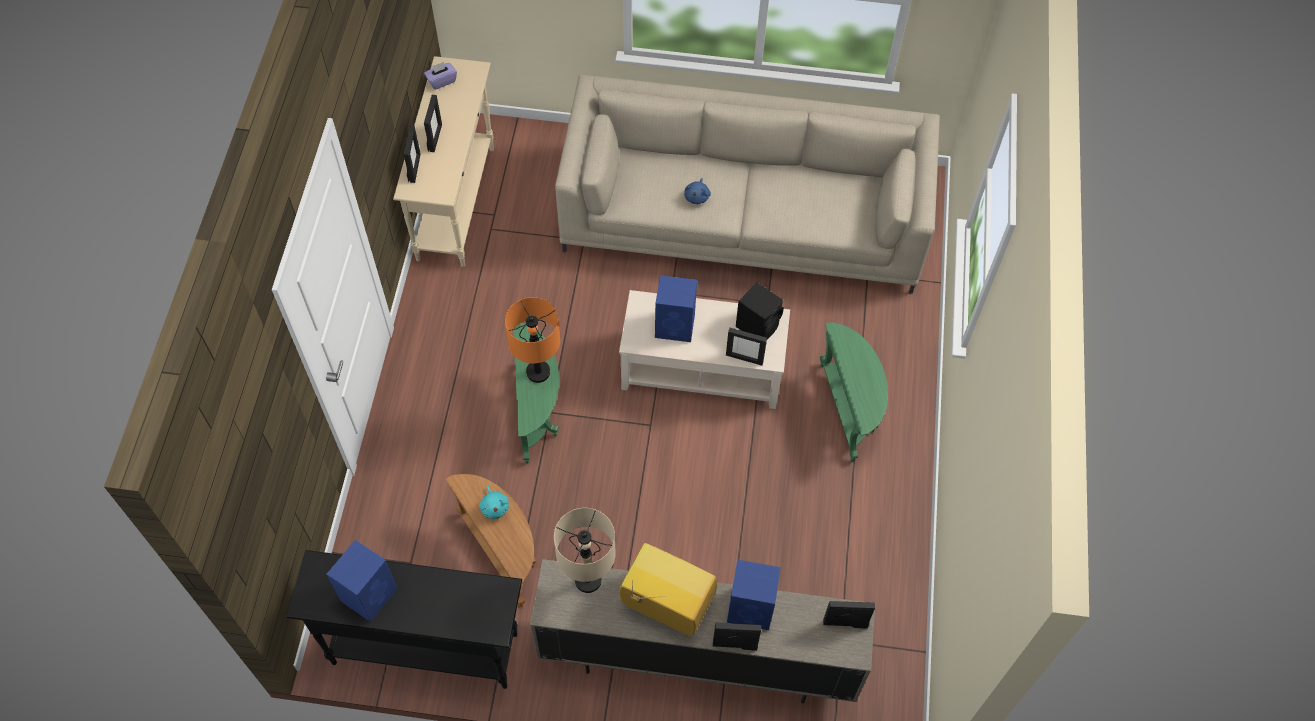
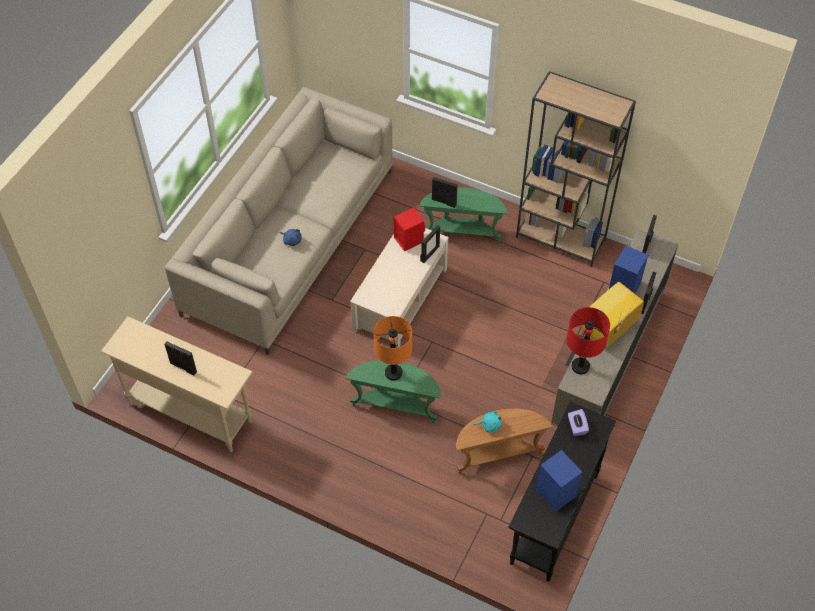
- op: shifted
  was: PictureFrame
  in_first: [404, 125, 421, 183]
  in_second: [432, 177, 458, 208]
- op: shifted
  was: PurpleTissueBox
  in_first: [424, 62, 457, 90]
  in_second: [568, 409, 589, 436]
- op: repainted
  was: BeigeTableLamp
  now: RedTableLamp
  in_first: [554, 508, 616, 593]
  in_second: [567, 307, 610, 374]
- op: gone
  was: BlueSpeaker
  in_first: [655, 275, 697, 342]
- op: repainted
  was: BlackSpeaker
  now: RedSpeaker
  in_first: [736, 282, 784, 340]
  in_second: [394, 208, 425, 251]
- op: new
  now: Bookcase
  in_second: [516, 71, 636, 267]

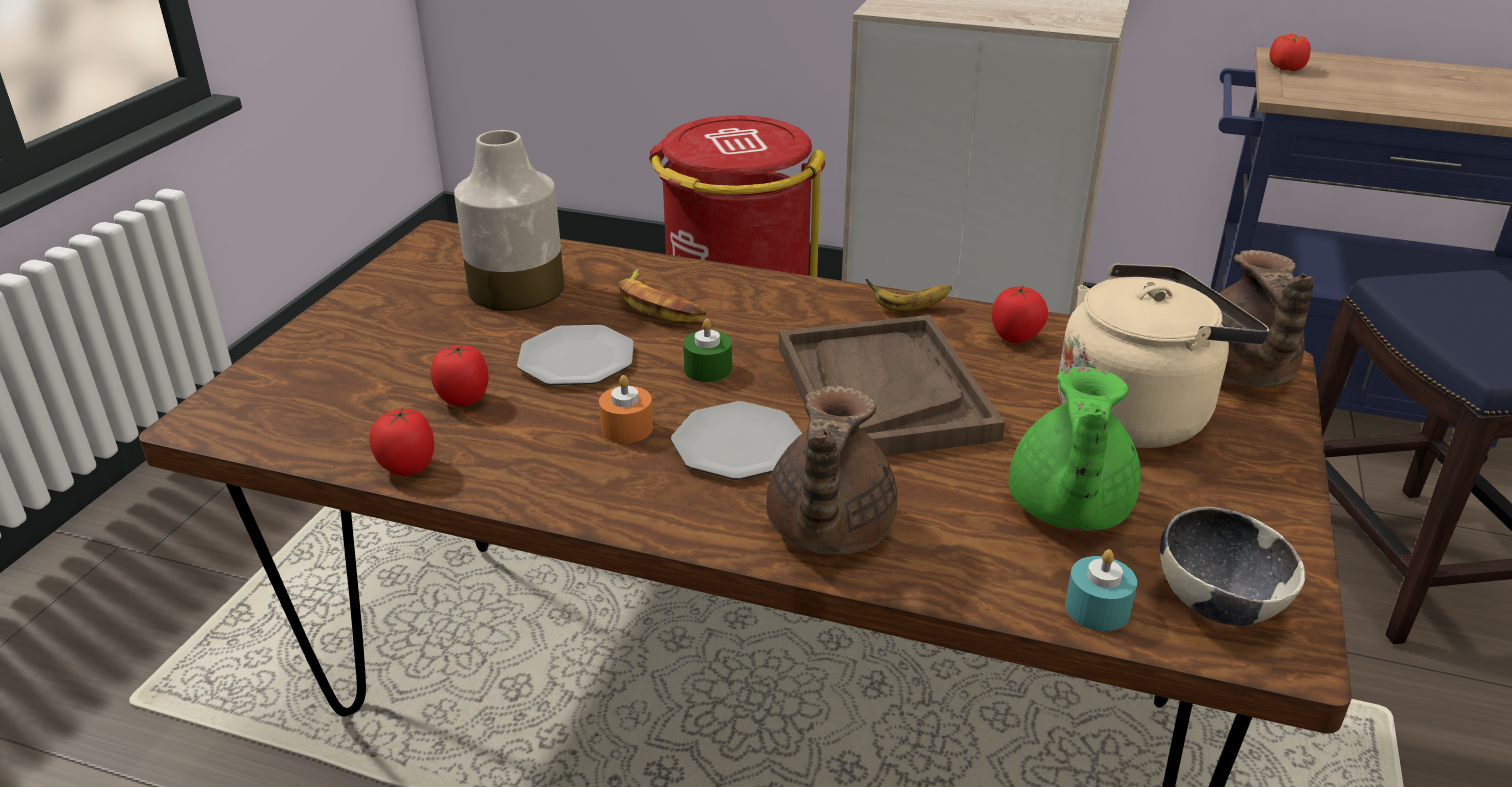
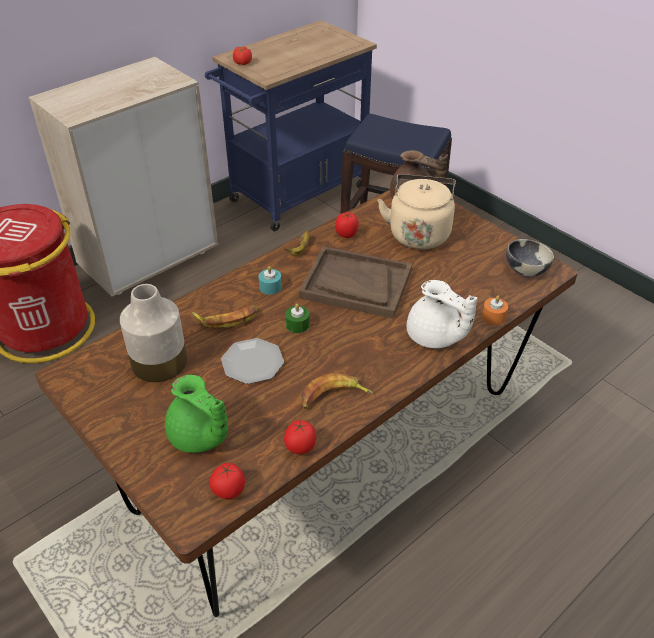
- op: shifted
  was: Tomato
  in_first: [430, 343, 489, 406]
  in_second: [209, 463, 245, 499]
- op: shifted
  was: OrangeCandle
  in_first: [599, 375, 653, 443]
  in_second: [482, 295, 508, 325]
- op: gone
  was: Plate
  in_first: [671, 401, 802, 480]
- op: repainted
  was: BrownTeapot
  now: WhiteTeapot
  in_first: [766, 386, 897, 555]
  in_second: [407, 280, 478, 348]
- op: shifted
  was: GreenTeapot
  in_first: [1009, 367, 1141, 531]
  in_second: [165, 375, 228, 453]
- op: shifted
  was: TurquoiseCandle
  in_first: [1065, 549, 1137, 631]
  in_second: [259, 266, 282, 295]
- op: new
  now: Banana
  in_second: [301, 373, 373, 409]

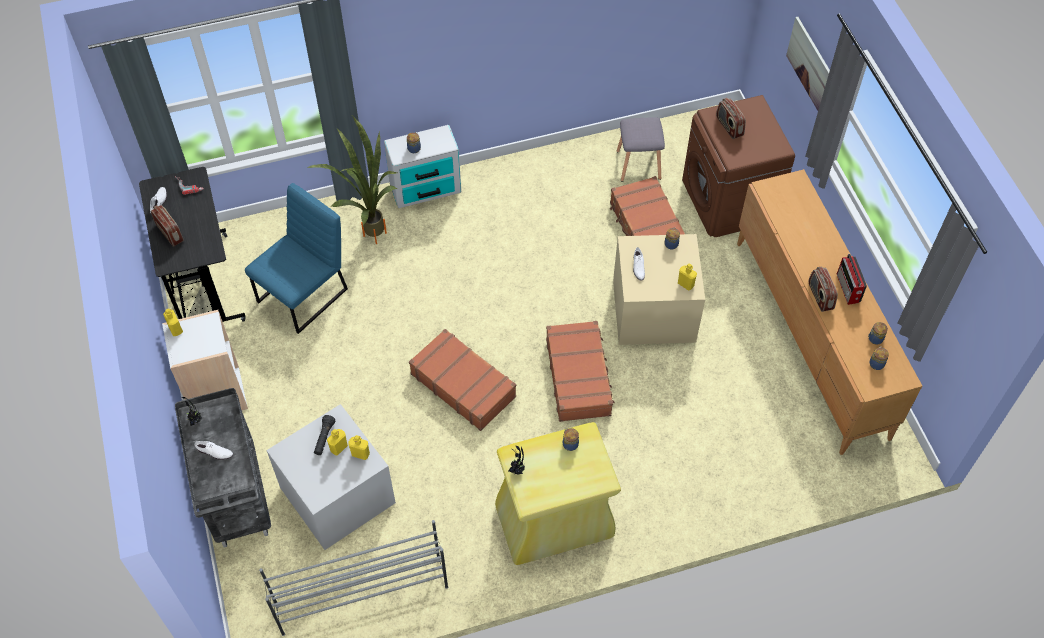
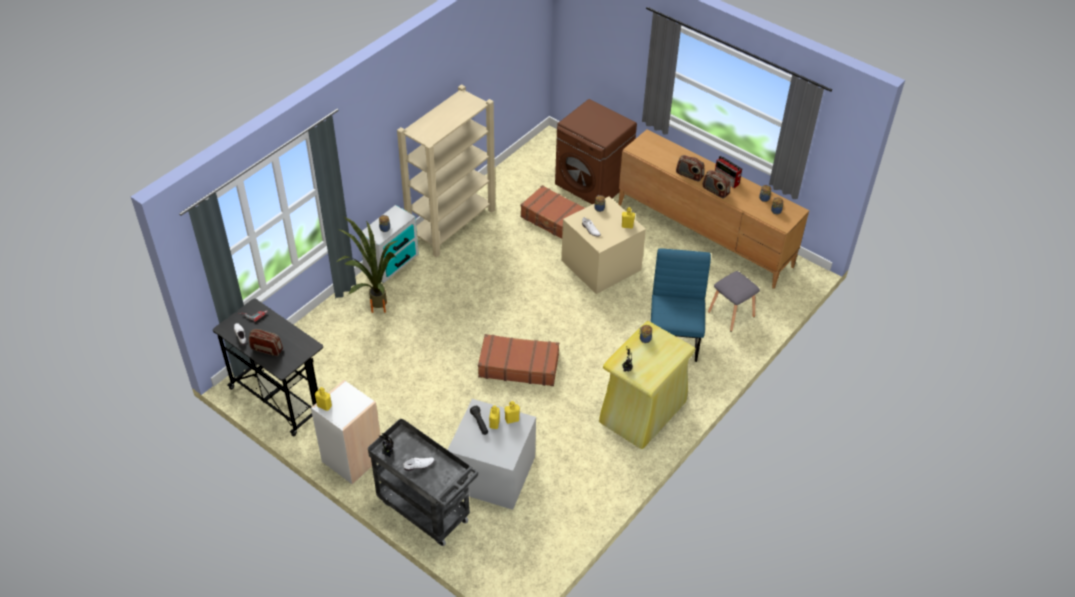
- op: shifted
  was: BlueChair
  in_first: [245, 183, 348, 334]
  in_second: [651, 248, 711, 362]
- op: gone
  was: GreyShoeRack
  in_first: [259, 520, 448, 636]
- op: gone
  was: BrownSuitcase
  in_first: [546, 321, 615, 422]
- op: shifted
  was: GreyStool
  in_first: [617, 118, 665, 182]
  in_second: [708, 271, 760, 332]
- op: shifted
  was: Radio
  in_first: [716, 98, 746, 139]
  in_second: [676, 155, 705, 182]
- op: gone
  was: Picture
  in_first: [786, 17, 830, 111]
- op: new
  now: BeigeBookcase
  in_second: [397, 84, 495, 257]

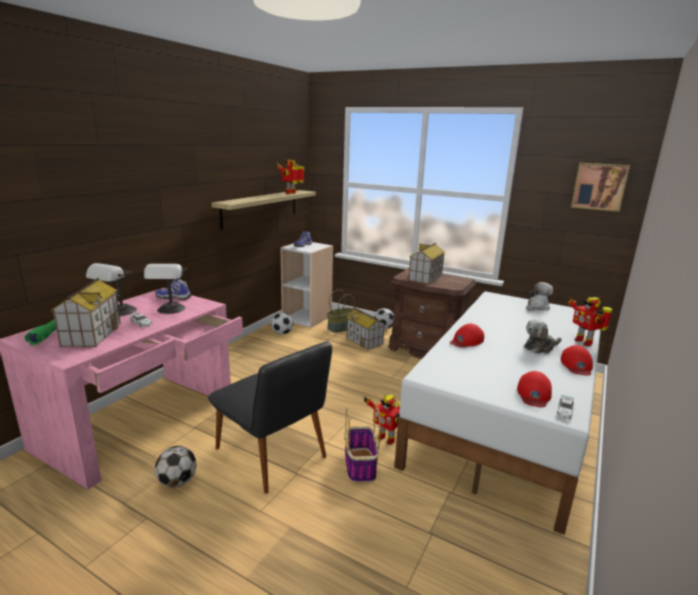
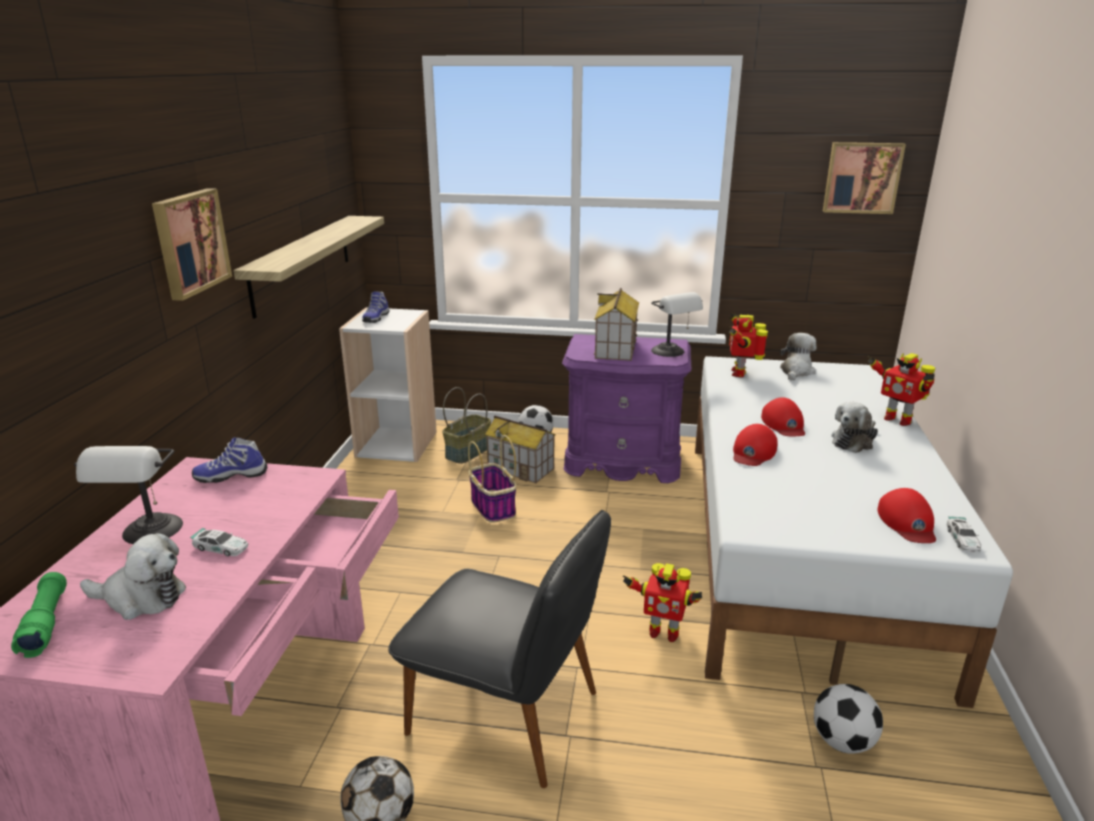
- op: swapped
  was: ToyHouse
  now: PlushToy
  in_first: [51, 278, 121, 347]
  in_second: [80, 533, 186, 620]
- op: shifted
  was: TableLamp
  in_first: [142, 264, 187, 314]
  in_second: [651, 292, 703, 357]
- op: shifted
  was: Football
  in_first: [271, 312, 293, 334]
  in_second: [814, 684, 883, 754]
- op: shifted
  was: ToyRobot
  in_first: [276, 160, 304, 194]
  in_second: [728, 313, 768, 377]
- op: shifted
  was: Basket
  in_first: [345, 407, 381, 483]
  in_second: [468, 435, 516, 523]
- op: repainted
  was: BrownNightstand
  now: PurpleNightstand
  in_first: [388, 268, 476, 359]
  in_second: [562, 334, 691, 483]
- op: shifted
  was: RedCap
  in_first: [561, 345, 593, 376]
  in_second: [761, 397, 805, 436]
- op: new
  now: Picture
  in_second: [152, 188, 232, 301]

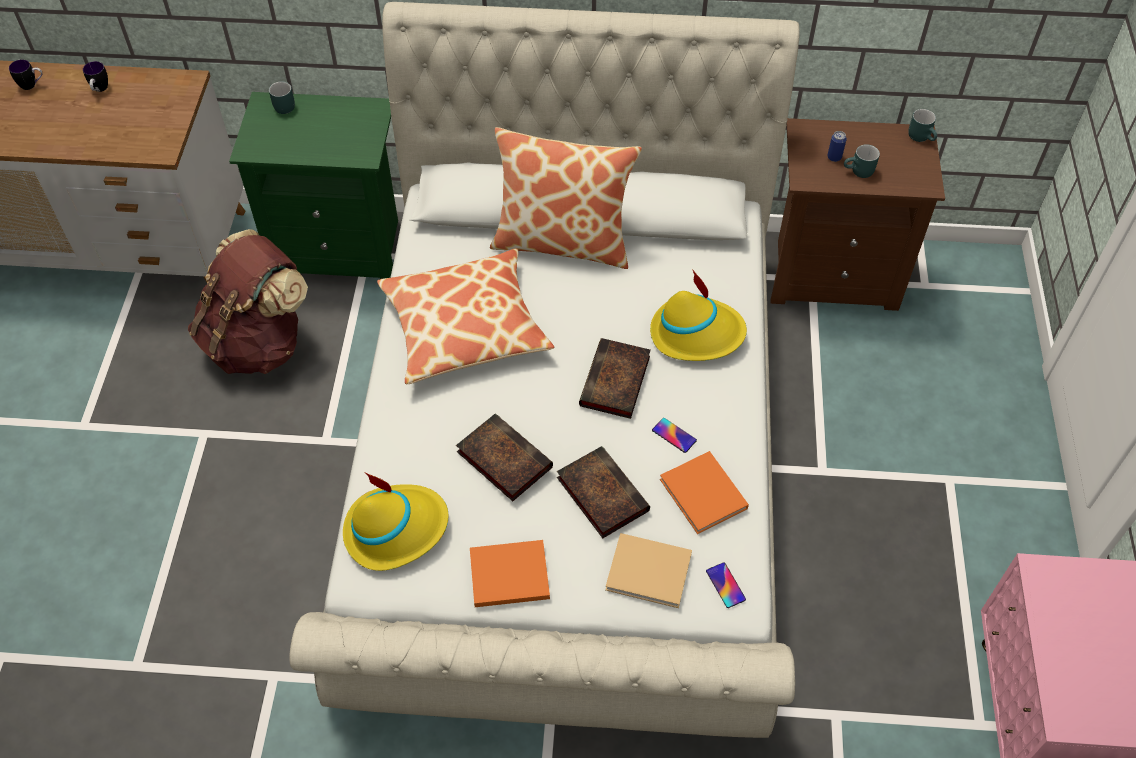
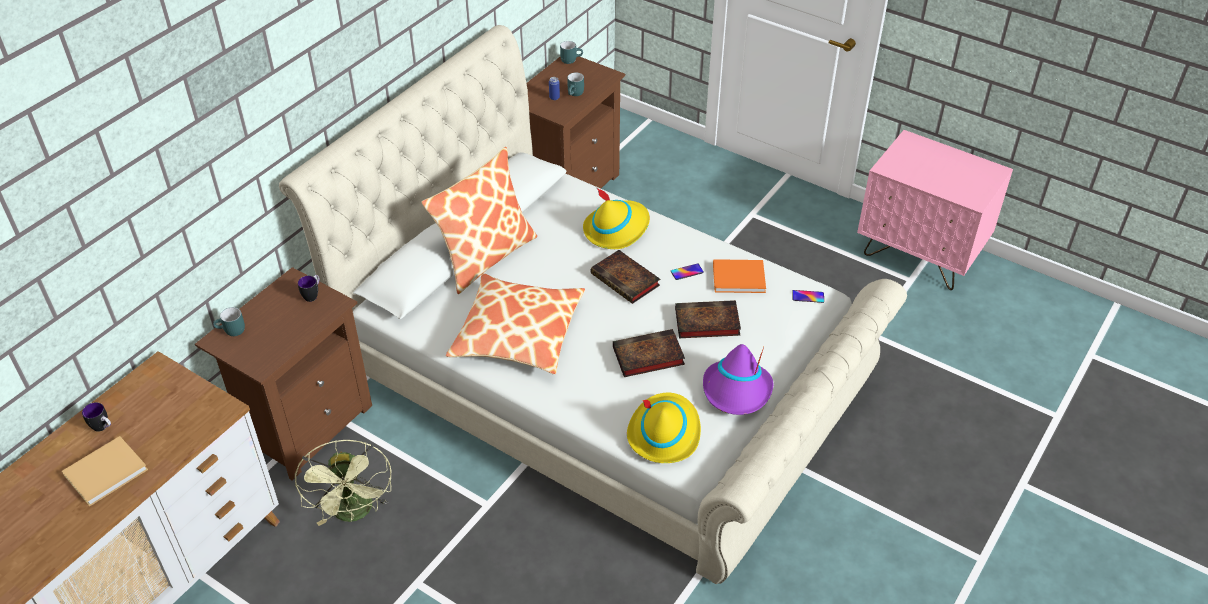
- op: shifted
  was: Mug
  in_first: [9, 60, 42, 90]
  in_second: [298, 275, 319, 302]
- op: swapped
  was: BrownBackpack
  now: GreenFan
  in_first: [188, 229, 308, 374]
  in_second: [295, 440, 391, 526]
- op: repainted
  was: GreenNightstand
  now: BrownNightstand
  in_first: [229, 92, 398, 279]
  in_second: [195, 267, 372, 480]
- op: swapped
  was: OrangeBook
  now: PurpleHat
  in_first: [470, 540, 550, 607]
  in_second: [703, 344, 773, 415]
- op: shifted
  was: BeigeBook
  in_first: [605, 533, 692, 608]
  in_second: [62, 436, 148, 506]

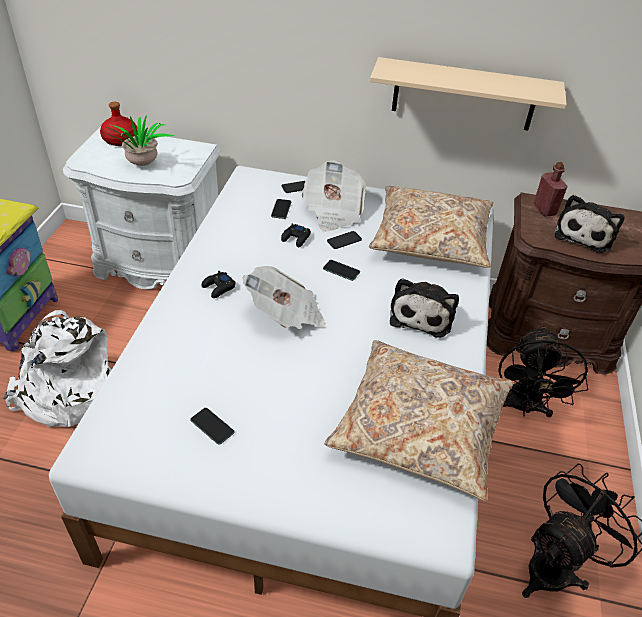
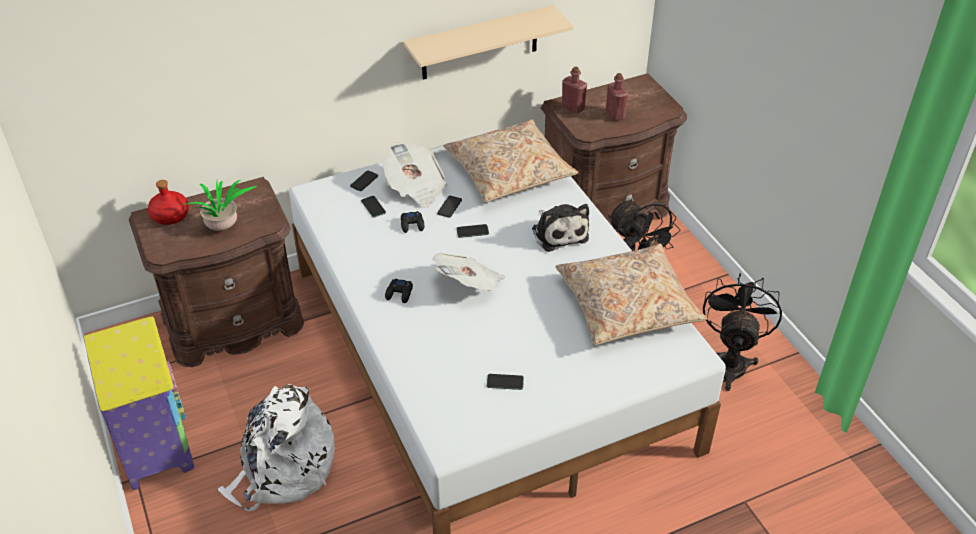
- op: repainted
  was: WhiteNightstand
  now: BrownNightstand
  in_first: [63, 127, 221, 290]
  in_second: [129, 177, 304, 367]
- op: swapped
  was: PlushToy
  now: RedBottle
  in_first: [555, 195, 625, 253]
  in_second: [606, 73, 628, 121]

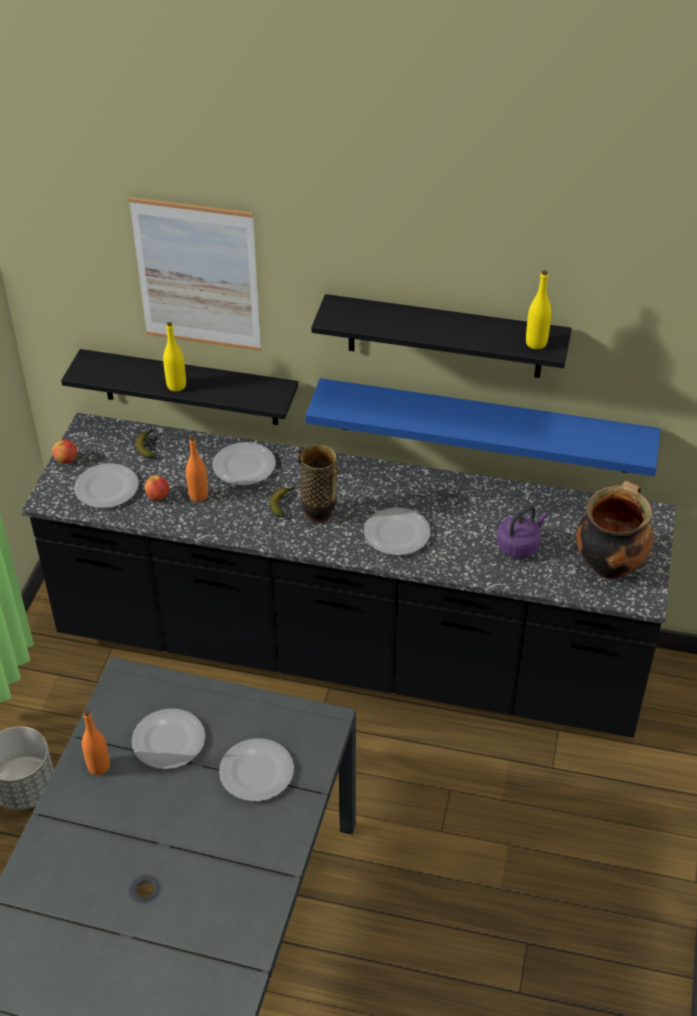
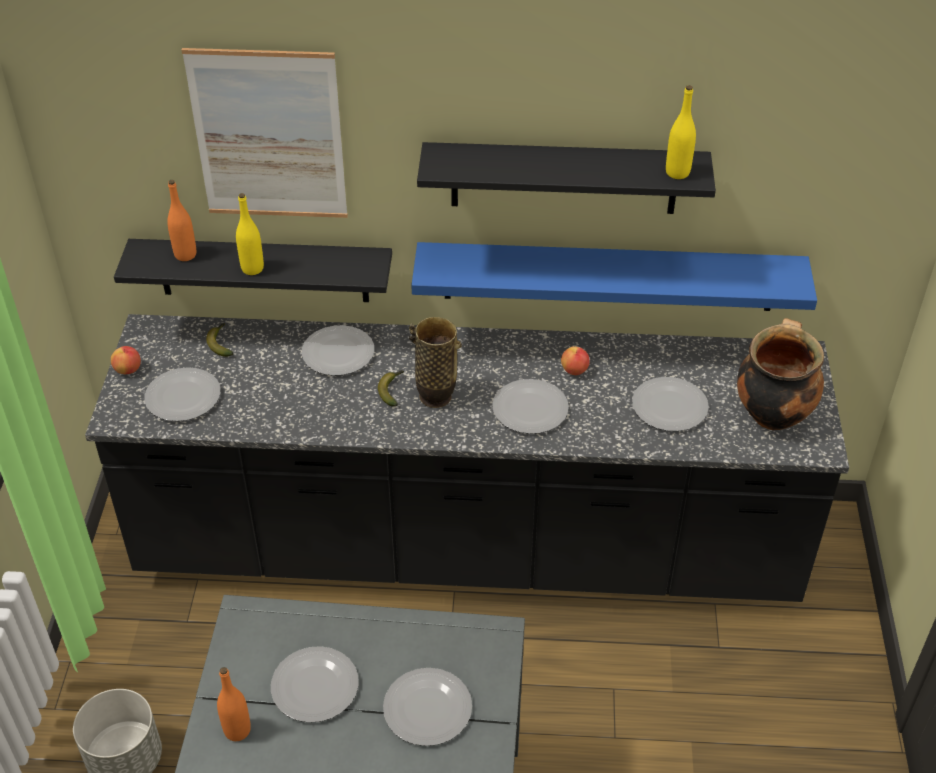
- op: shifted
  was: Apple
  in_first: [144, 475, 169, 501]
  in_second: [561, 346, 590, 375]
- op: shifted
  was: OrangeBottle
  in_first: [186, 436, 208, 502]
  in_second: [167, 180, 196, 261]
- op: swapped
  was: PurpleKettle
  now: Plate
  in_first: [497, 506, 548, 558]
  in_second: [632, 377, 709, 431]

